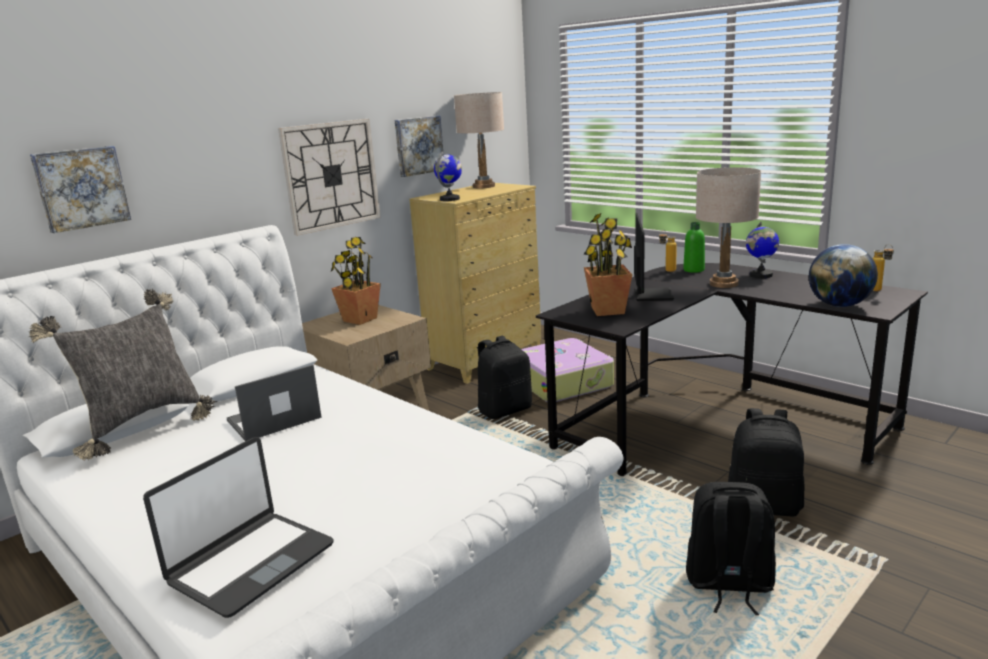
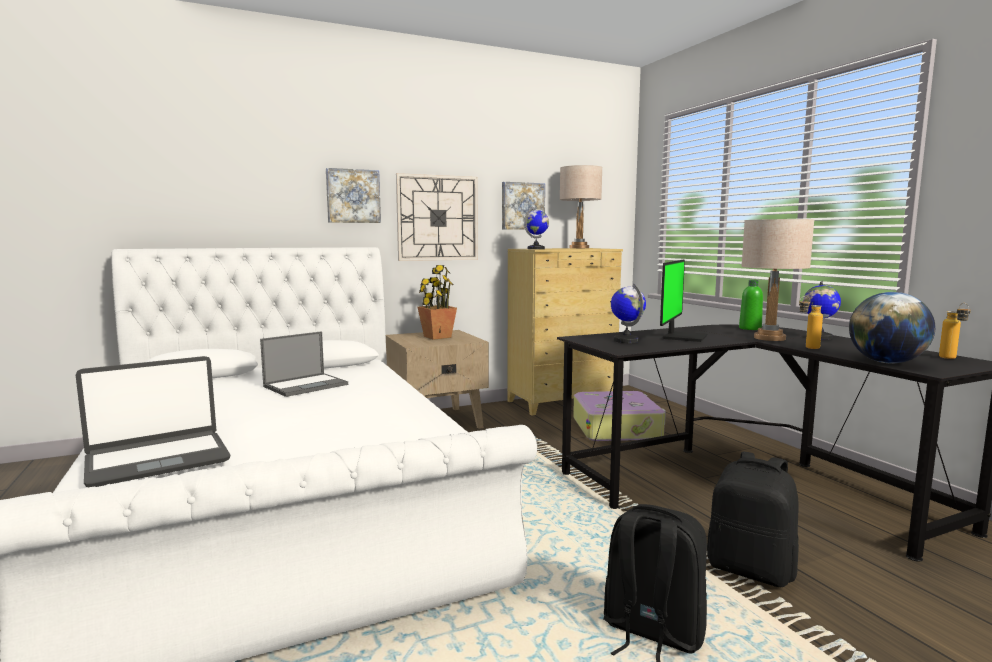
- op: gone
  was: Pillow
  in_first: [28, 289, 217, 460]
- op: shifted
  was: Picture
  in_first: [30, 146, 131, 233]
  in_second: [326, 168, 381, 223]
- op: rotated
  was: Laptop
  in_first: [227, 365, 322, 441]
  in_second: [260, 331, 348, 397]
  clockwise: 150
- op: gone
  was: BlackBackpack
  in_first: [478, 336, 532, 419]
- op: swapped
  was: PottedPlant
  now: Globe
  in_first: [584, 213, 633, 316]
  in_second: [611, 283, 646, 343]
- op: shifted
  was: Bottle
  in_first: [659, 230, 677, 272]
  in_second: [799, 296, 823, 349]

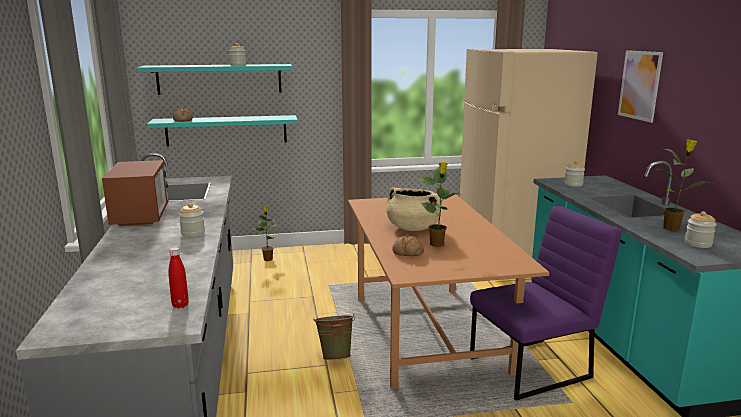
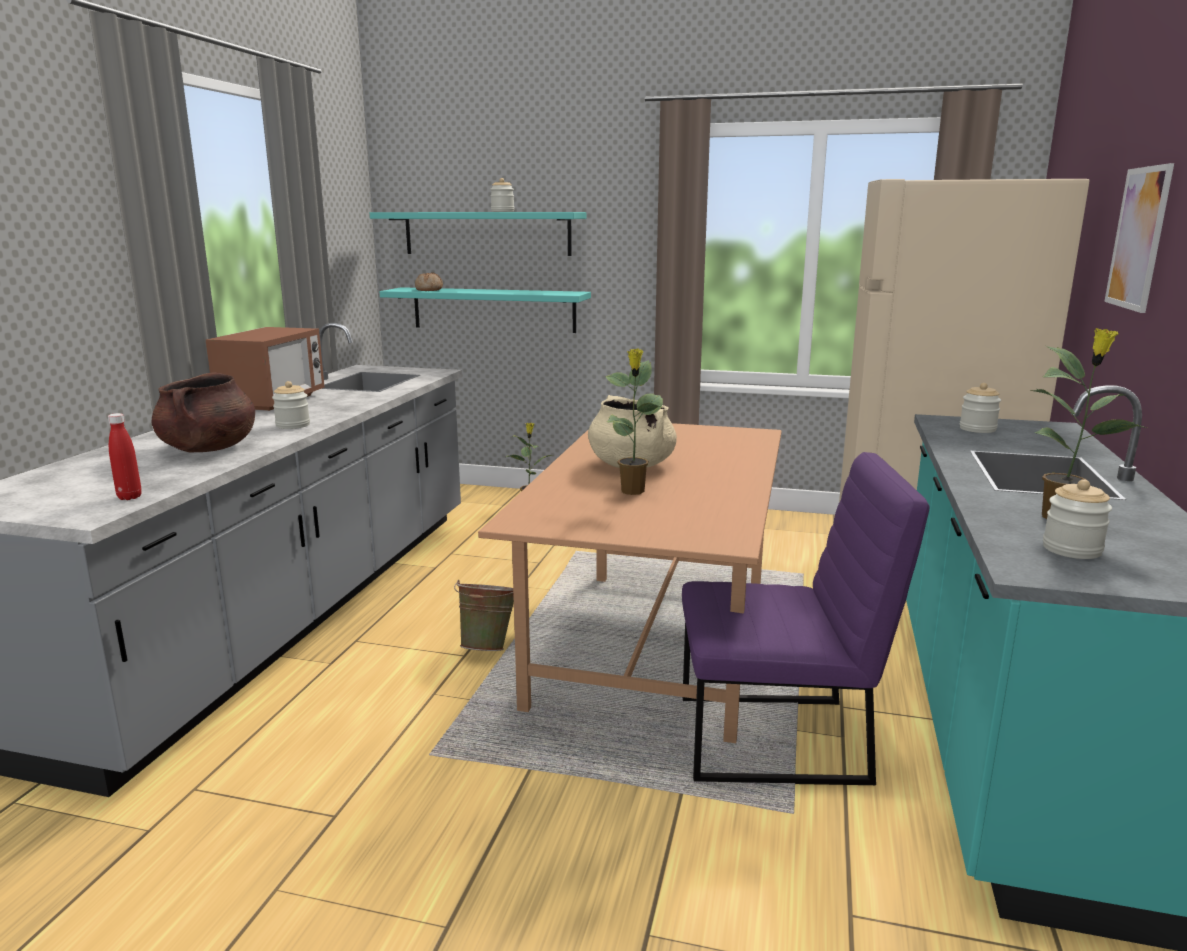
- op: gone
  was: Bread
  in_first: [392, 235, 424, 256]
- op: new
  now: BrownCookingPot
  in_second: [152, 372, 255, 453]

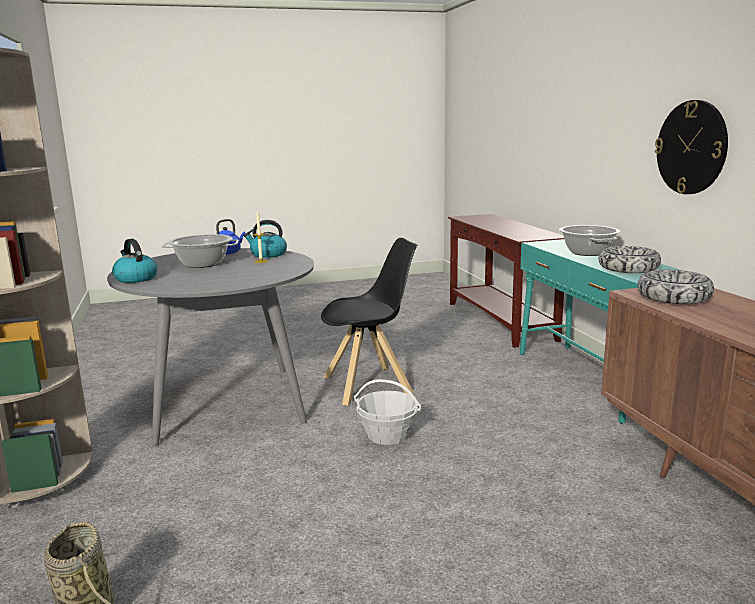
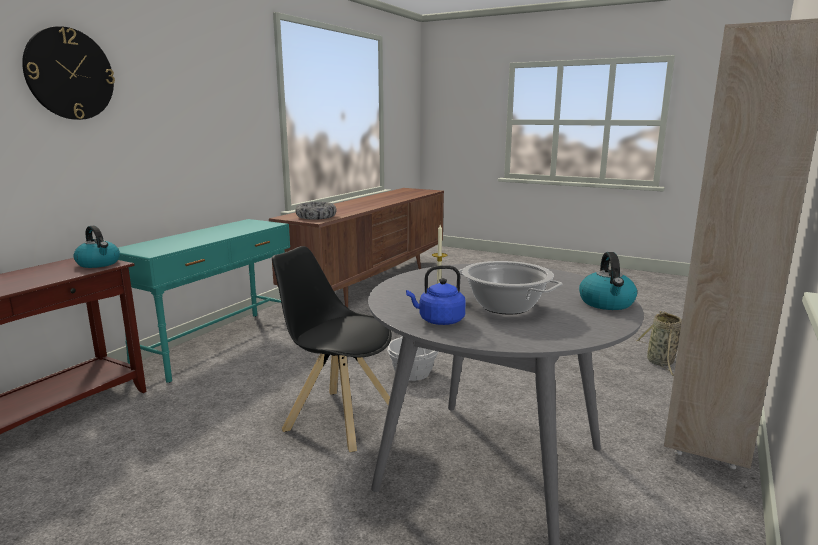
- op: shifted
  was: Kettle
  in_first: [243, 220, 287, 258]
  in_second: [73, 226, 120, 268]
- op: gone
  was: CookingPot
  in_first: [559, 225, 621, 256]
- op: gone
  was: Bowl
  in_first: [599, 246, 661, 273]
- op: shifted
  was: WallClock
  in_first: [655, 100, 728, 194]
  in_second: [22, 26, 115, 120]

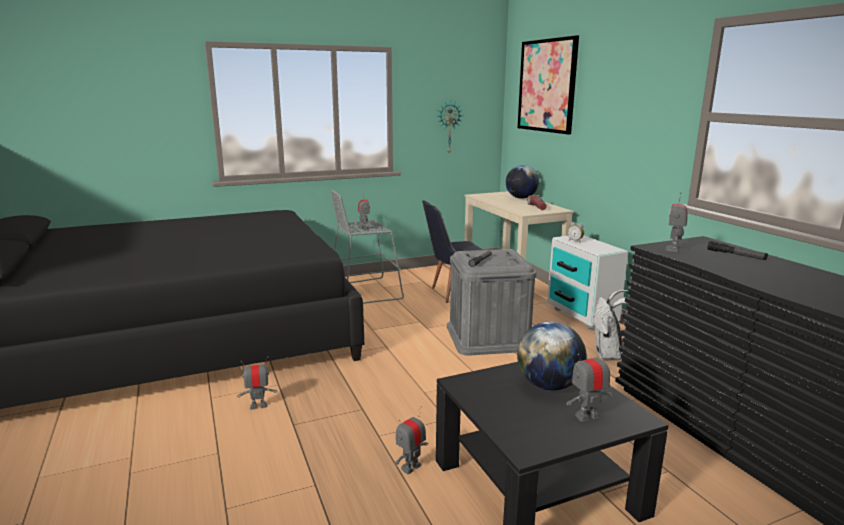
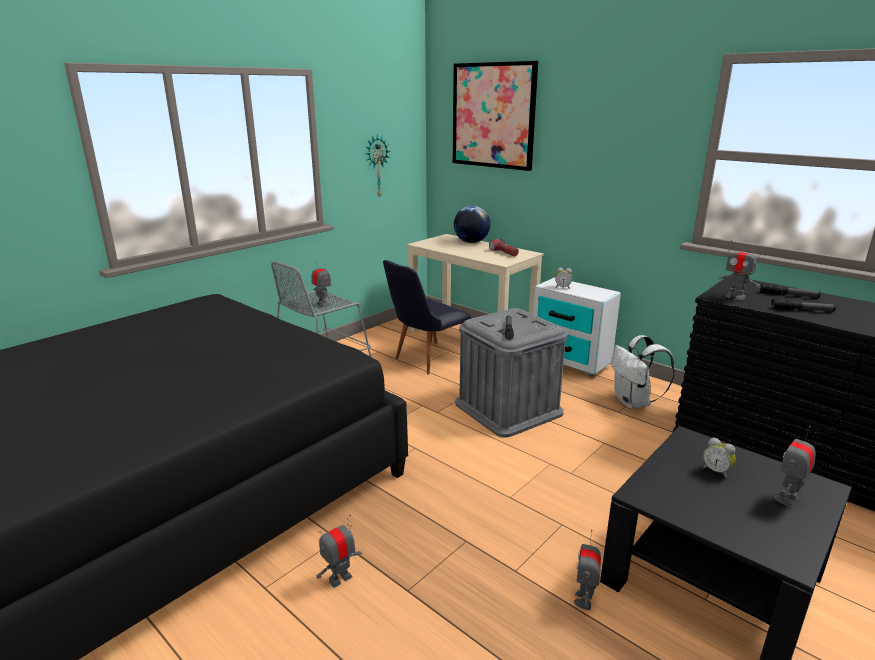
- op: swapped
  was: Globe
  now: AlarmClock
  in_first: [517, 322, 587, 390]
  in_second: [703, 438, 736, 478]
- op: rotated
  was: ToyRobot
  in_first: [665, 192, 688, 252]
  in_second: [718, 240, 761, 300]
  clockwise: -45
- op: new
  now: Flashlight
  in_second: [771, 299, 836, 312]

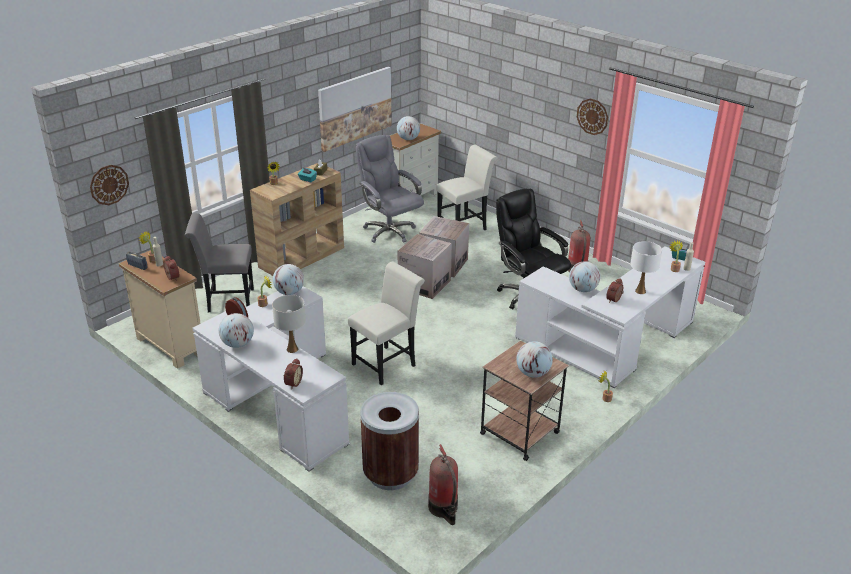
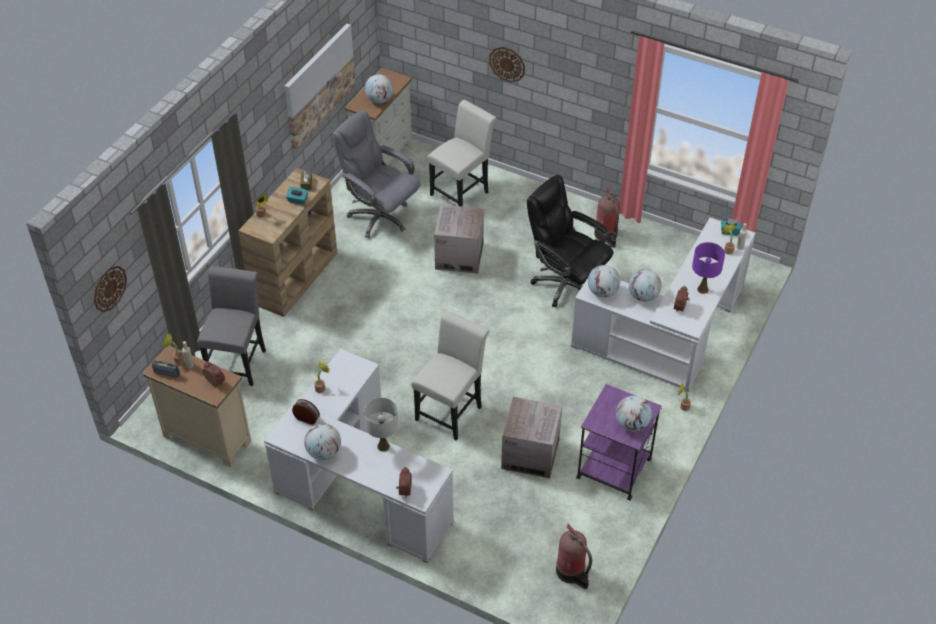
- op: rotated
  was: GreyChair
  in_first: [185, 213, 254, 312]
  in_second: [197, 266, 266, 386]
  clockwise: 120
- op: shifted
  was: Globe
  in_first: [273, 264, 304, 295]
  in_second: [588, 265, 620, 298]
- op: gone
  was: BrownTrashCan
  in_first: [360, 392, 419, 490]
- op: shifted
  was: CardboardBox
  in_first: [398, 234, 452, 299]
  in_second: [501, 397, 562, 478]
- op: repainted
  was: BrownCart
  now: PurpleCart
  in_first: [480, 341, 569, 461]
  in_second: [576, 384, 662, 500]
- op: shifted
  was: WallClock
  in_first: [577, 99, 608, 135]
  in_second: [489, 47, 525, 82]
- op: repainted
  was: WhiteTableLamp
  now: PurpleTableLamp
  in_first: [630, 241, 662, 294]
  in_second: [692, 242, 725, 294]

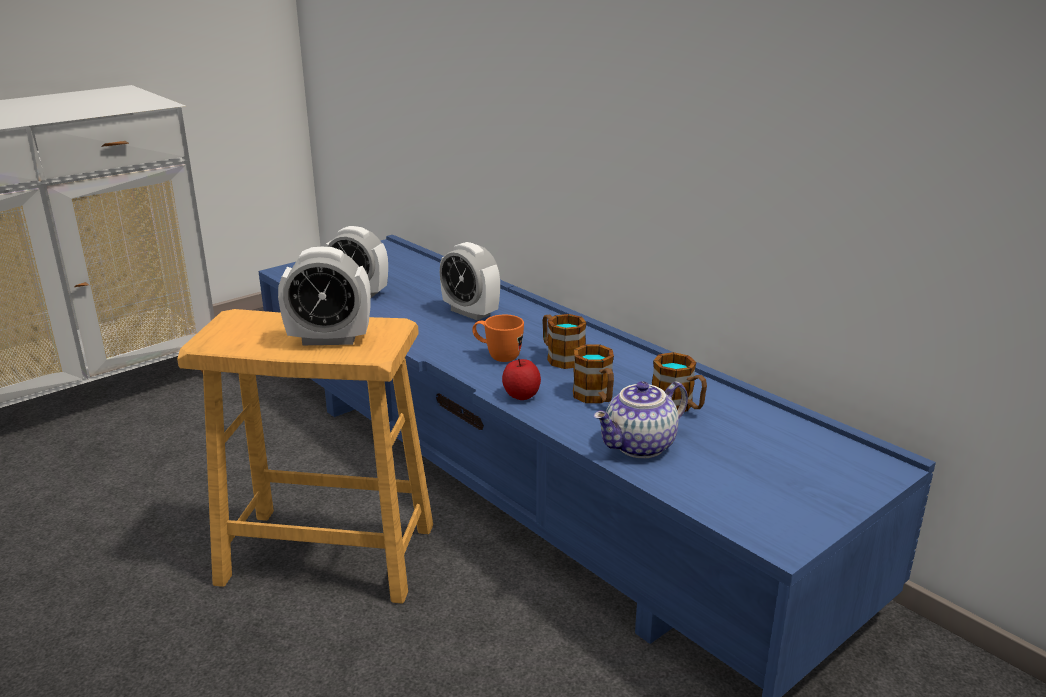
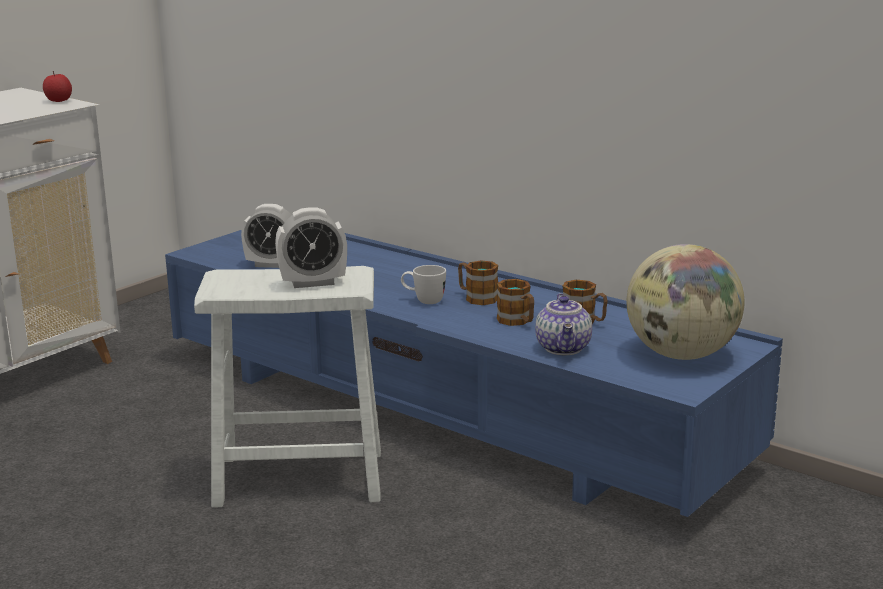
- op: repainted
  was: BrownStool
  now: WhiteStool
  in_first: [177, 309, 433, 604]
  in_second: [194, 266, 381, 508]
- op: gone
  was: AlarmClock
  in_first: [440, 242, 500, 320]
- op: repainted
  was: OrangeMug
  now: WhiteMug
  in_first: [472, 314, 524, 362]
  in_second: [401, 265, 446, 304]
- op: shifted
  was: Apple
  in_first: [502, 358, 541, 400]
  in_second: [43, 71, 72, 102]
- op: rotated
  was: Teapot
  in_first: [593, 381, 688, 458]
  in_second: [535, 293, 592, 355]
  clockwise: -45
- op: new
  now: Globe
  in_second: [627, 244, 744, 360]

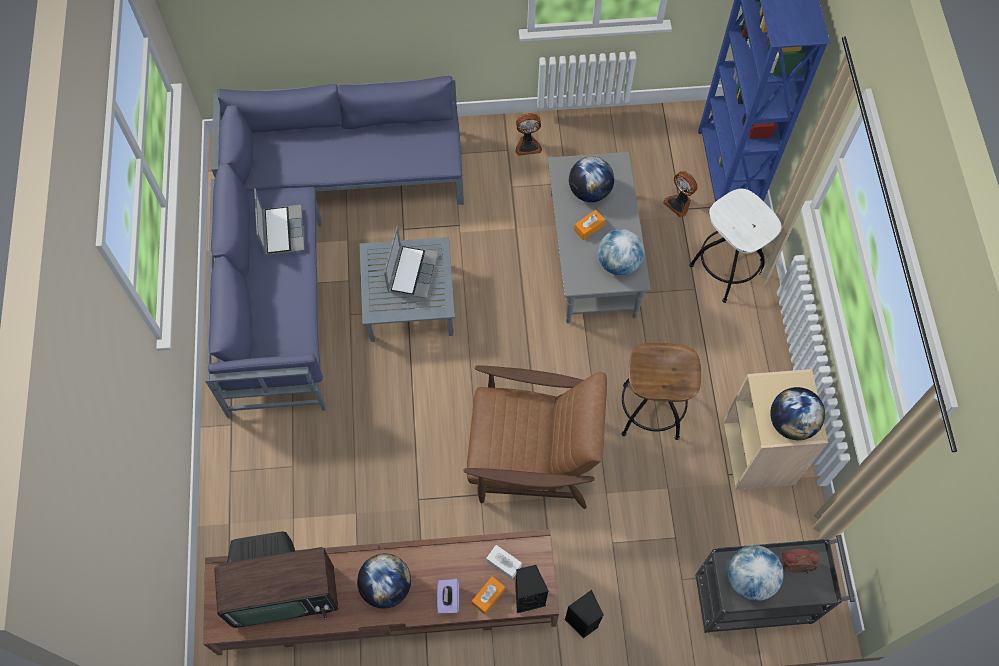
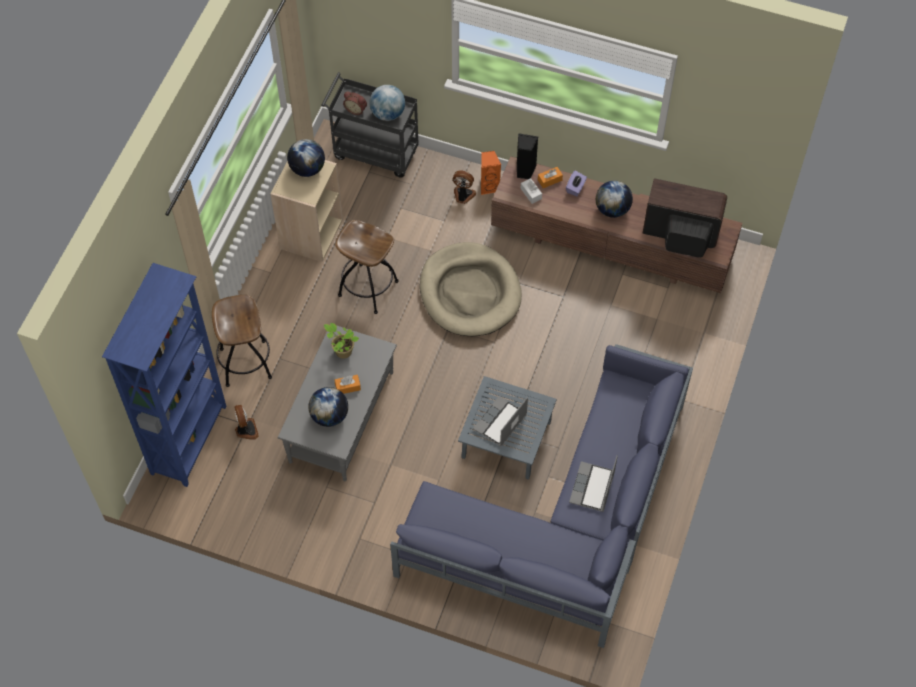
- op: swapped
  was: BrownArmchair
  now: BeigeDogBed
  in_first: [463, 365, 607, 509]
  in_second: [420, 242, 522, 336]
- op: shifted
  was: Fan
  in_first: [515, 113, 542, 156]
  in_second: [453, 171, 476, 204]
- op: repainted
  was: BlackSpeaker
  now: OrangeSpeaker
  in_first: [565, 590, 604, 638]
  in_second: [481, 151, 501, 195]
- op: swapped
  was: Globe
  now: PottedPlant
  in_first: [598, 229, 644, 275]
  in_second: [324, 323, 359, 359]
- op: repainted
  was: WhiteStool
  now: BrownStool
  in_first: [689, 189, 781, 303]
  in_second: [212, 295, 272, 387]

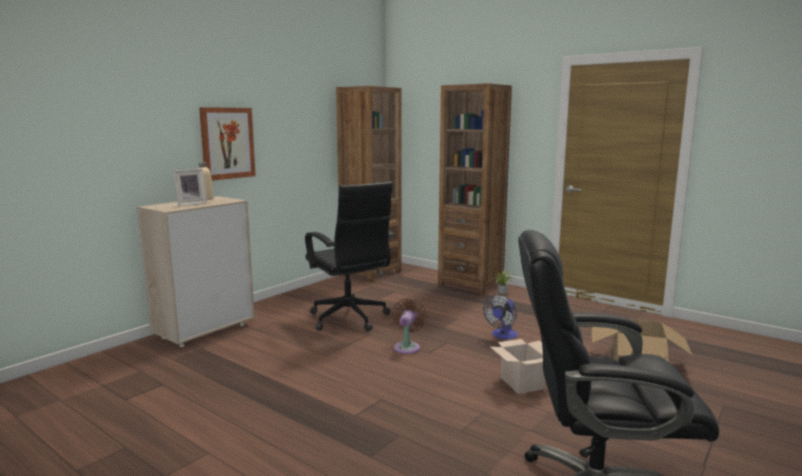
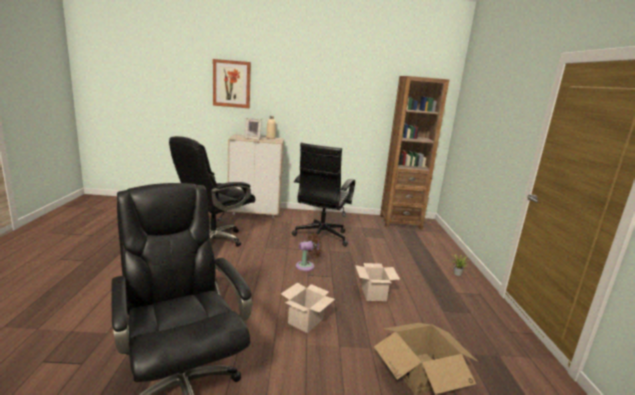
- op: shifted
  was: Picture
  in_first: [199, 107, 256, 181]
  in_second: [213, 59, 251, 108]
- op: gone
  was: BrownBookcase
  in_first: [438, 83, 512, 295]
- op: swapped
  was: Fan
  now: CardboardBox
  in_first: [483, 294, 518, 339]
  in_second: [355, 263, 400, 301]
- op: new
  now: BlackOfficeChair
  in_second: [169, 136, 255, 247]

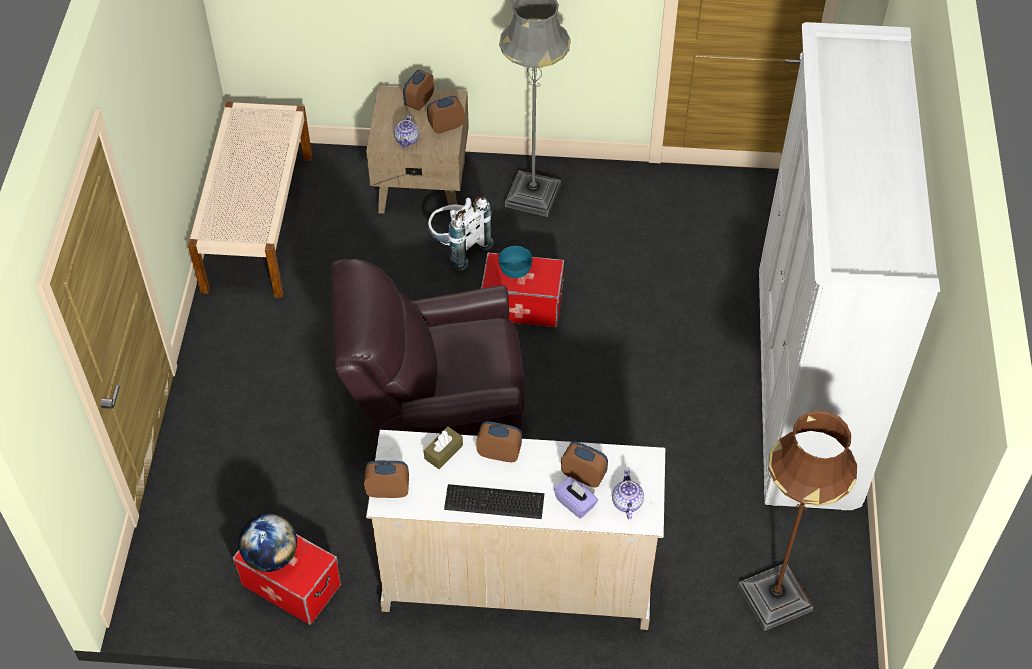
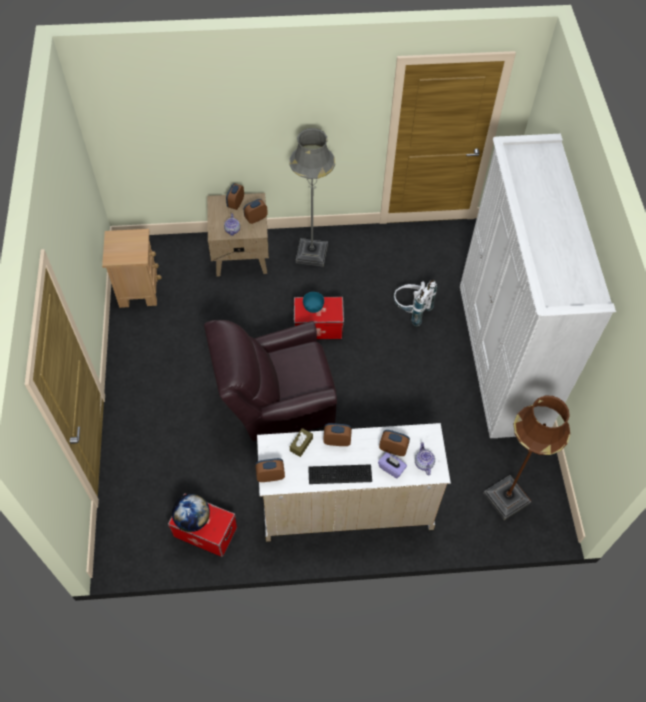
- op: swapped
  was: BeigeBench
  now: BeigeNightstand
  in_first: [188, 102, 312, 298]
  in_second: [102, 229, 162, 308]
- op: shifted
  was: WhiteBackpack
  in_first: [428, 196, 494, 271]
  in_second: [394, 280, 437, 327]

